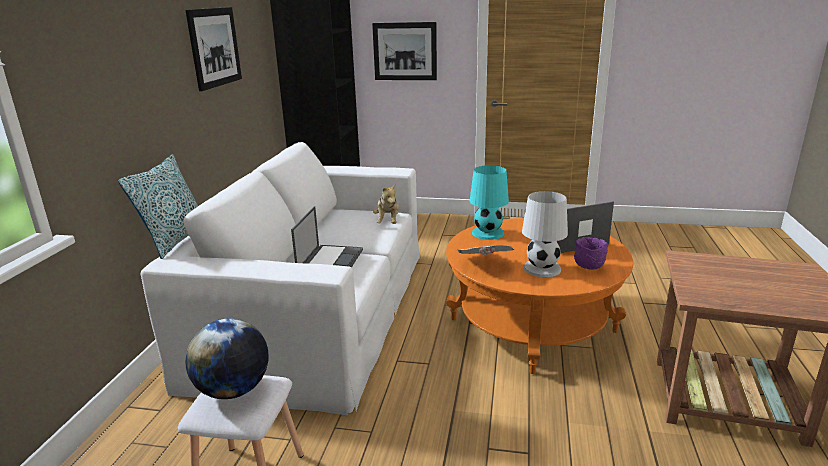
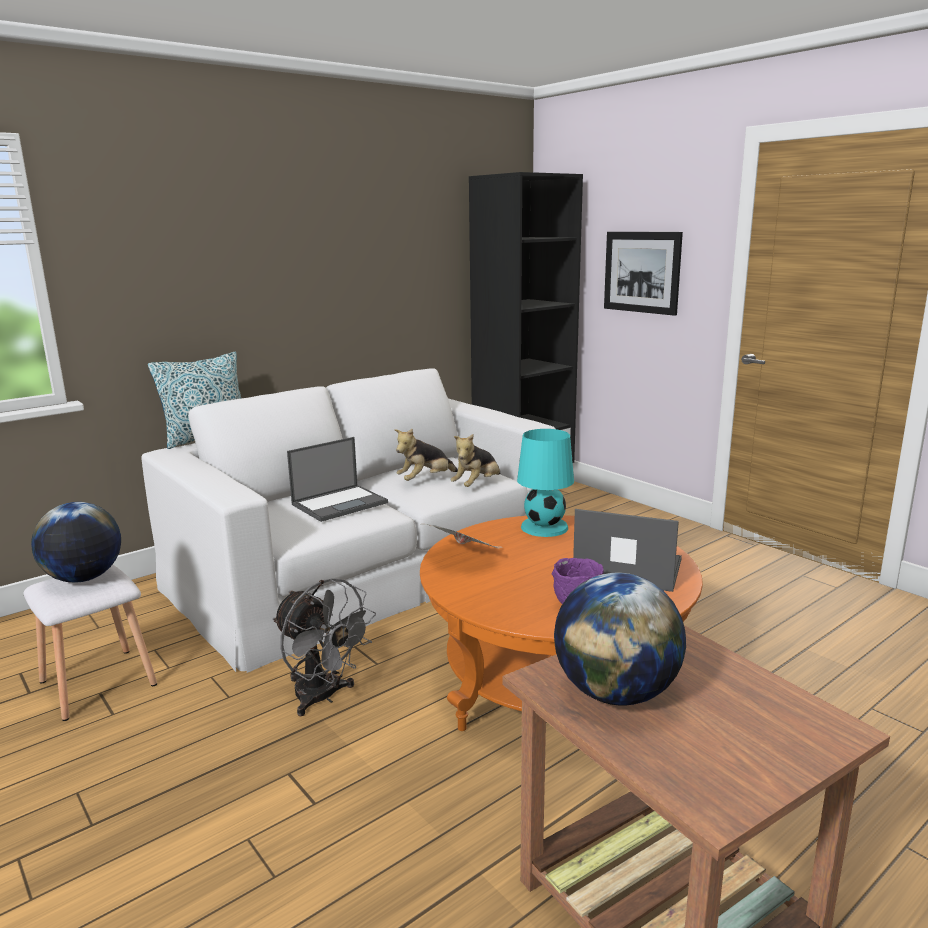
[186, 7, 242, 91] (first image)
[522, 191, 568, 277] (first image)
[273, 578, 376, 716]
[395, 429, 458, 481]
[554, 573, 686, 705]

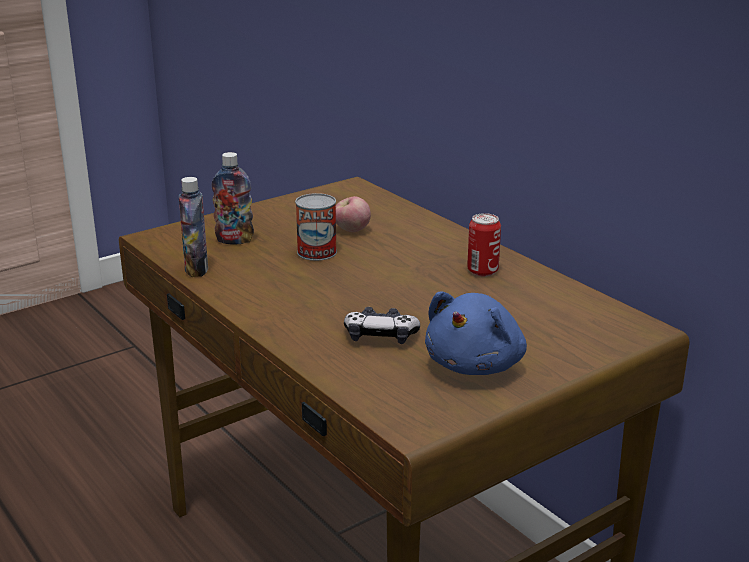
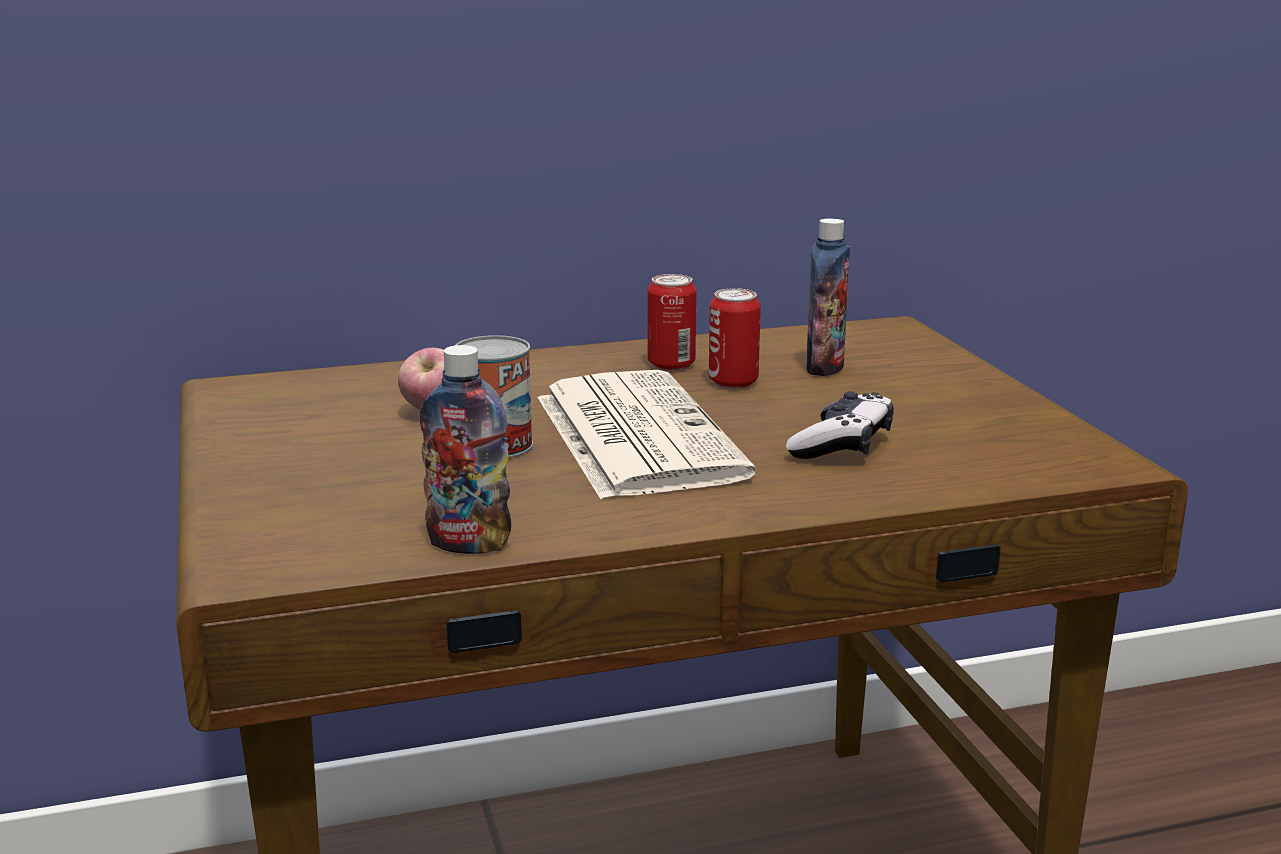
[425, 291, 527, 375] (first image)
[537, 370, 756, 499]
[709, 288, 761, 389]
[806, 219, 850, 376]

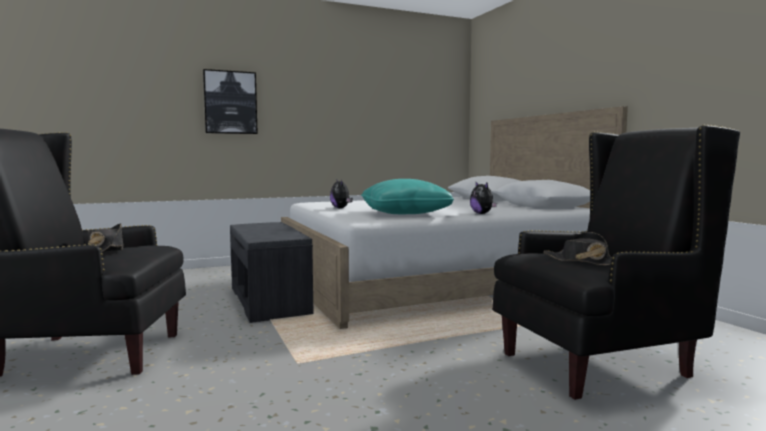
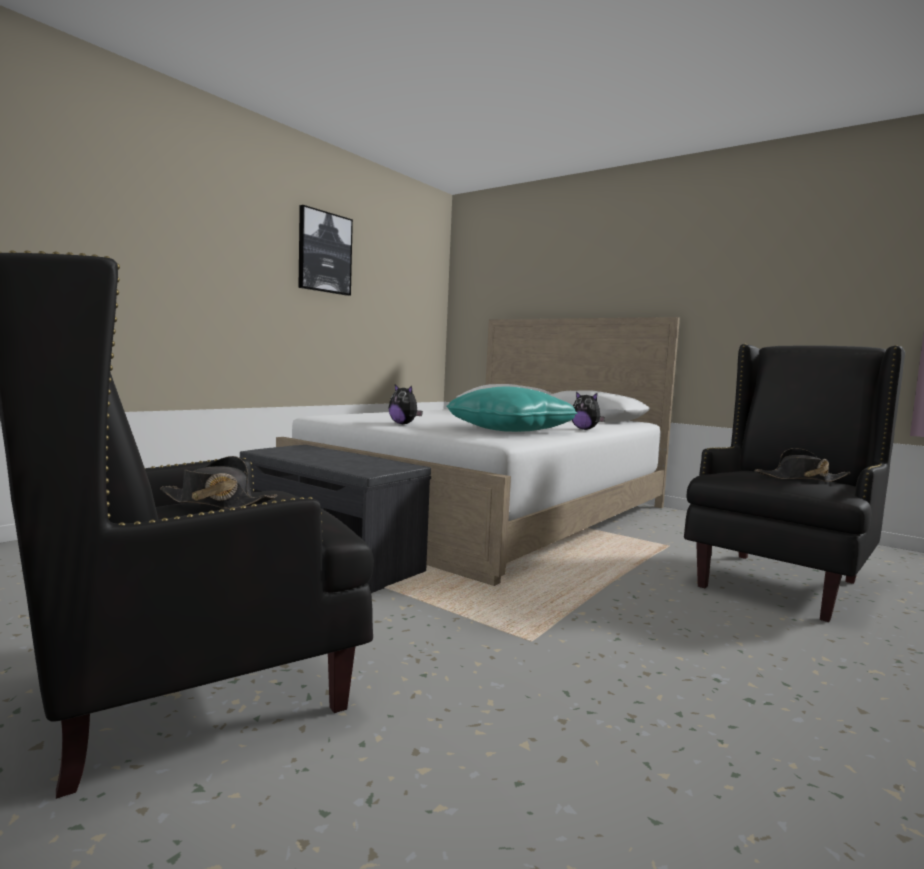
[298, 205, 353, 296]

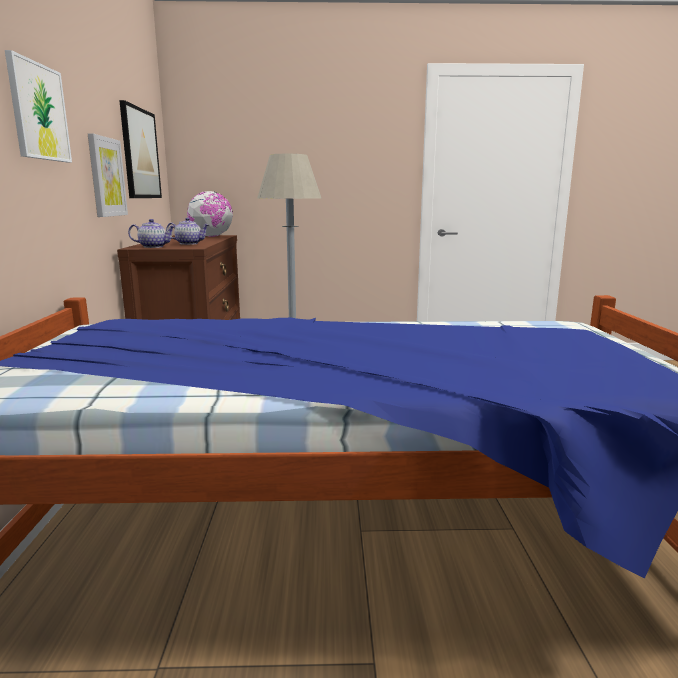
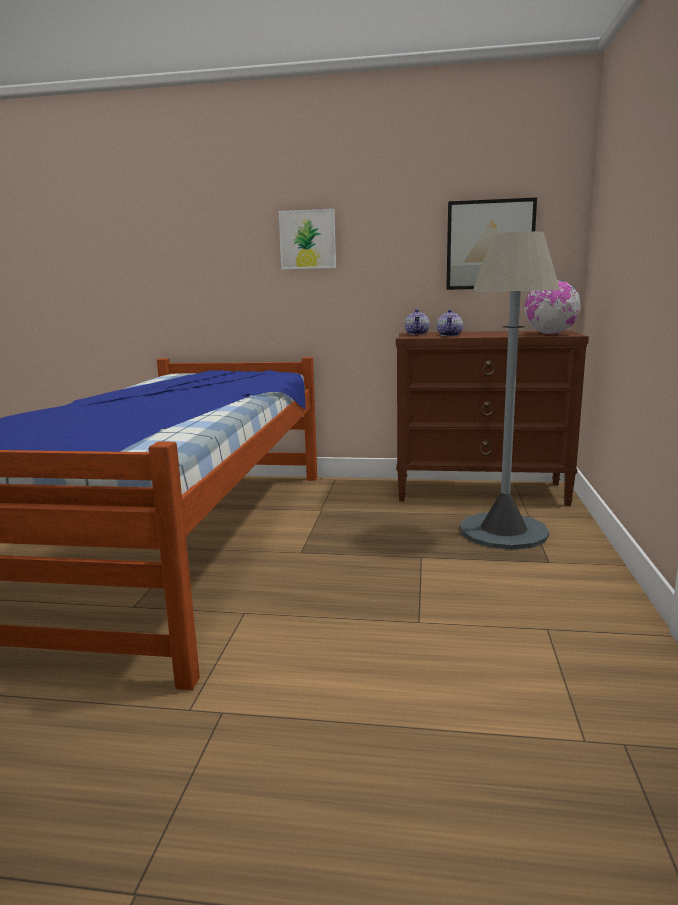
[88, 133, 128, 217] (first image)

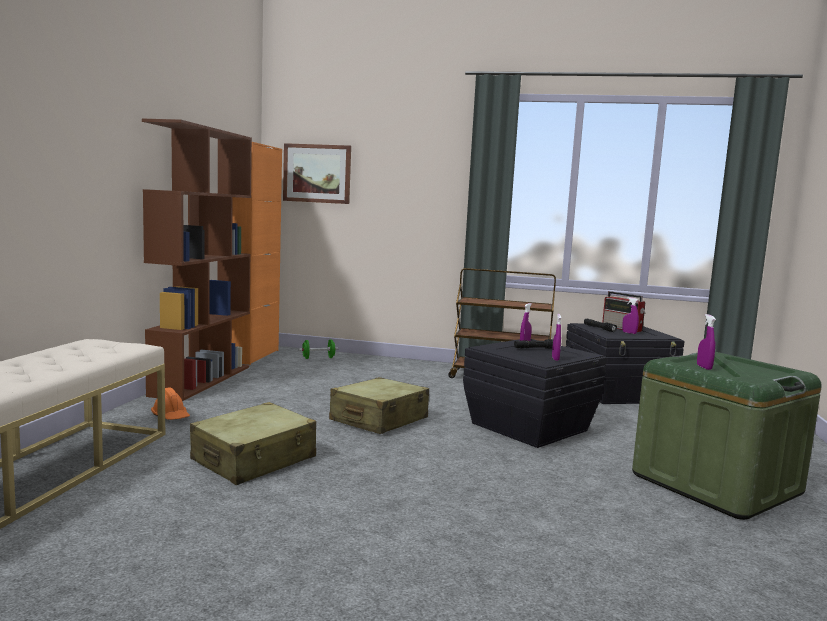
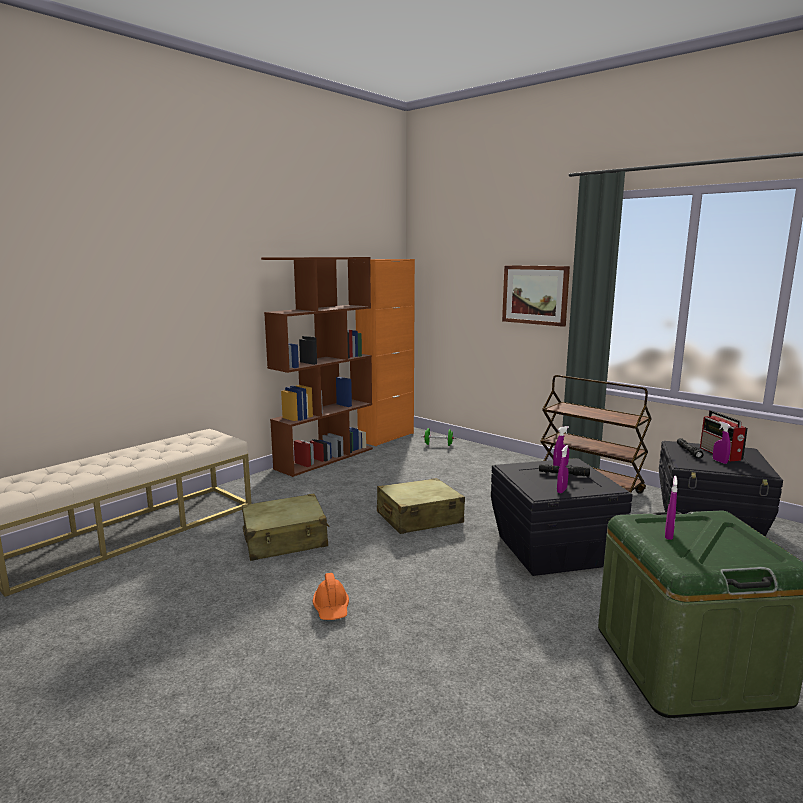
[313, 573, 349, 620]
[502, 265, 570, 327]

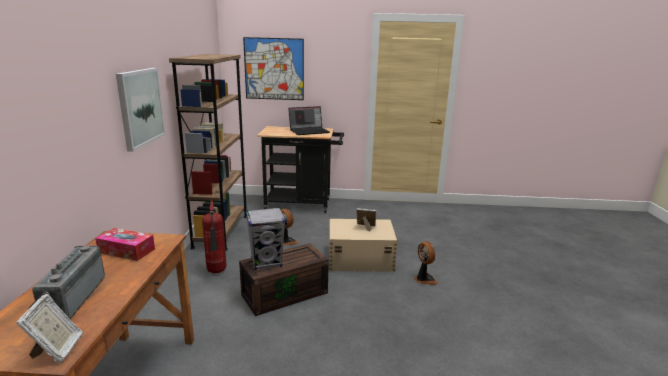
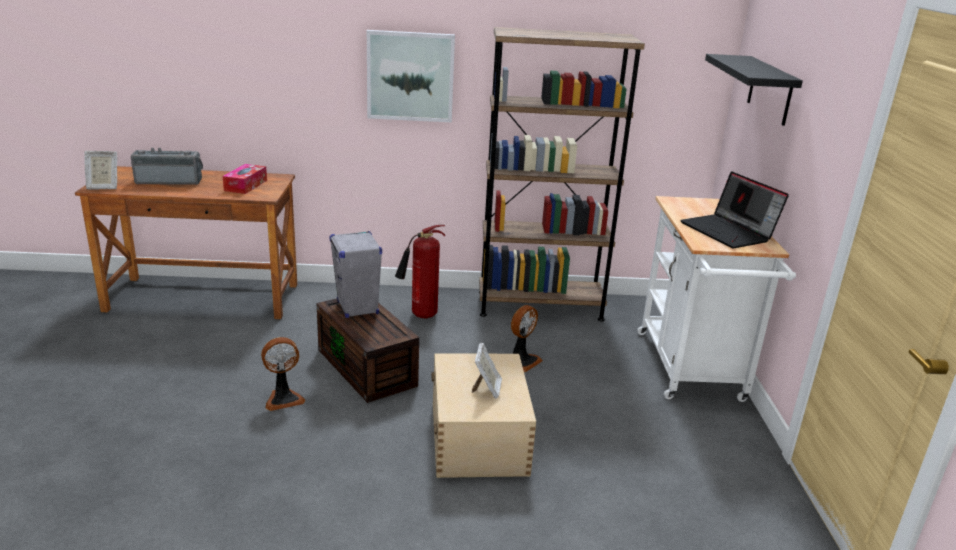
[261, 337, 305, 411]
[705, 54, 803, 126]
[637, 196, 796, 402]

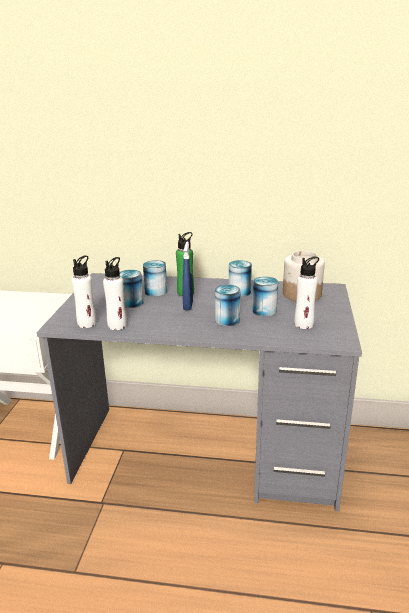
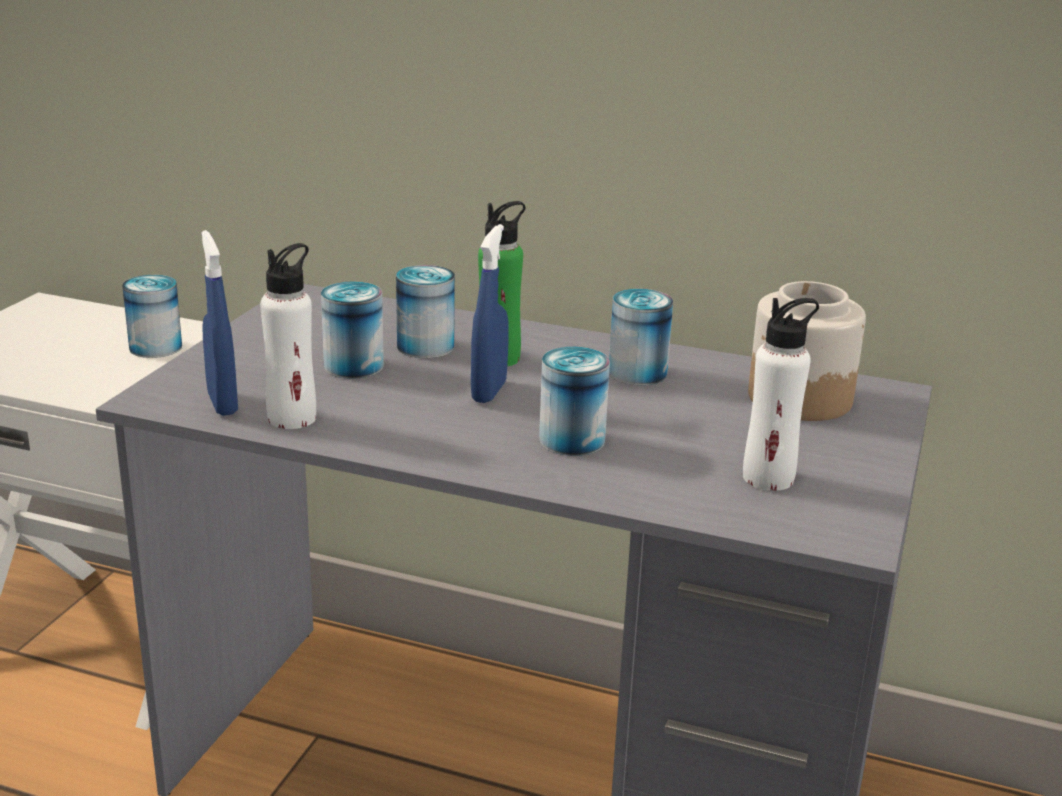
[122, 275, 182, 358]
[202, 230, 238, 416]

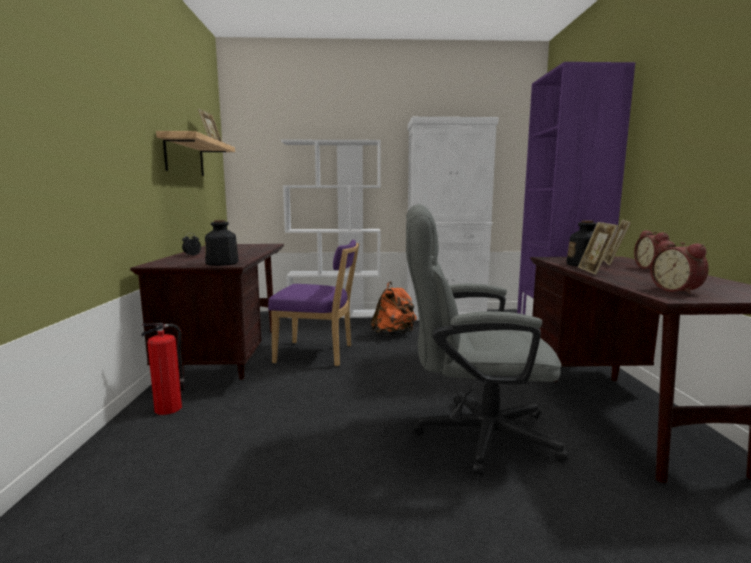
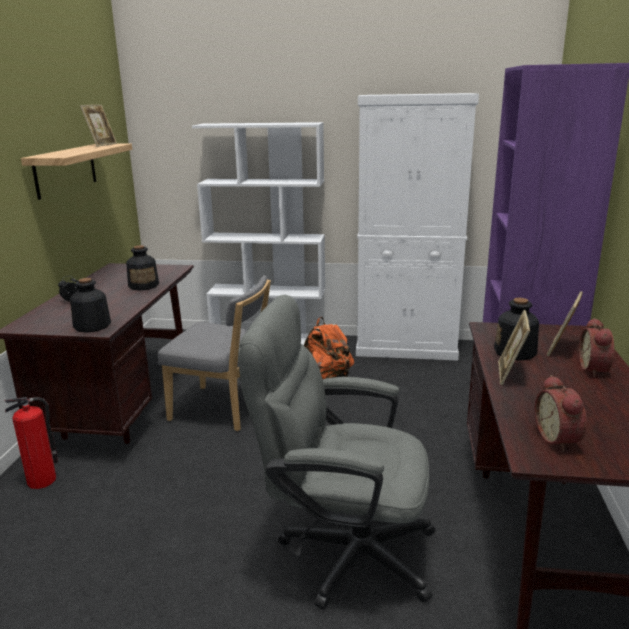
[126, 245, 159, 291]
[158, 275, 271, 431]

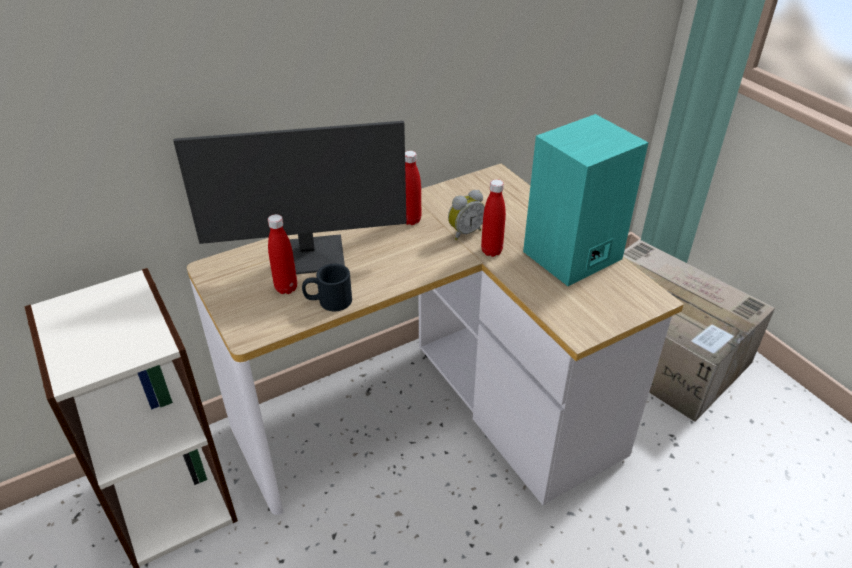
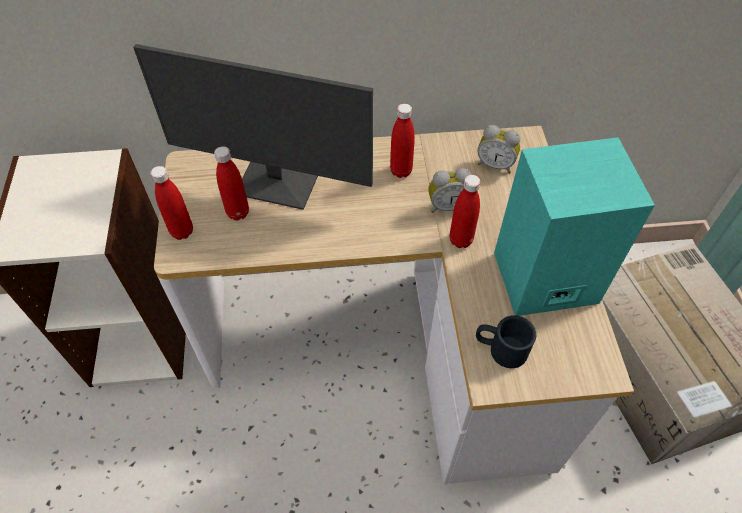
[151, 166, 193, 240]
[478, 125, 520, 174]
[476, 315, 536, 368]

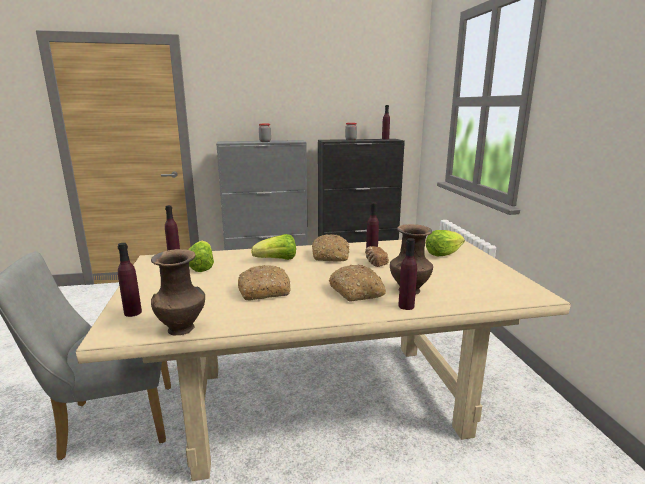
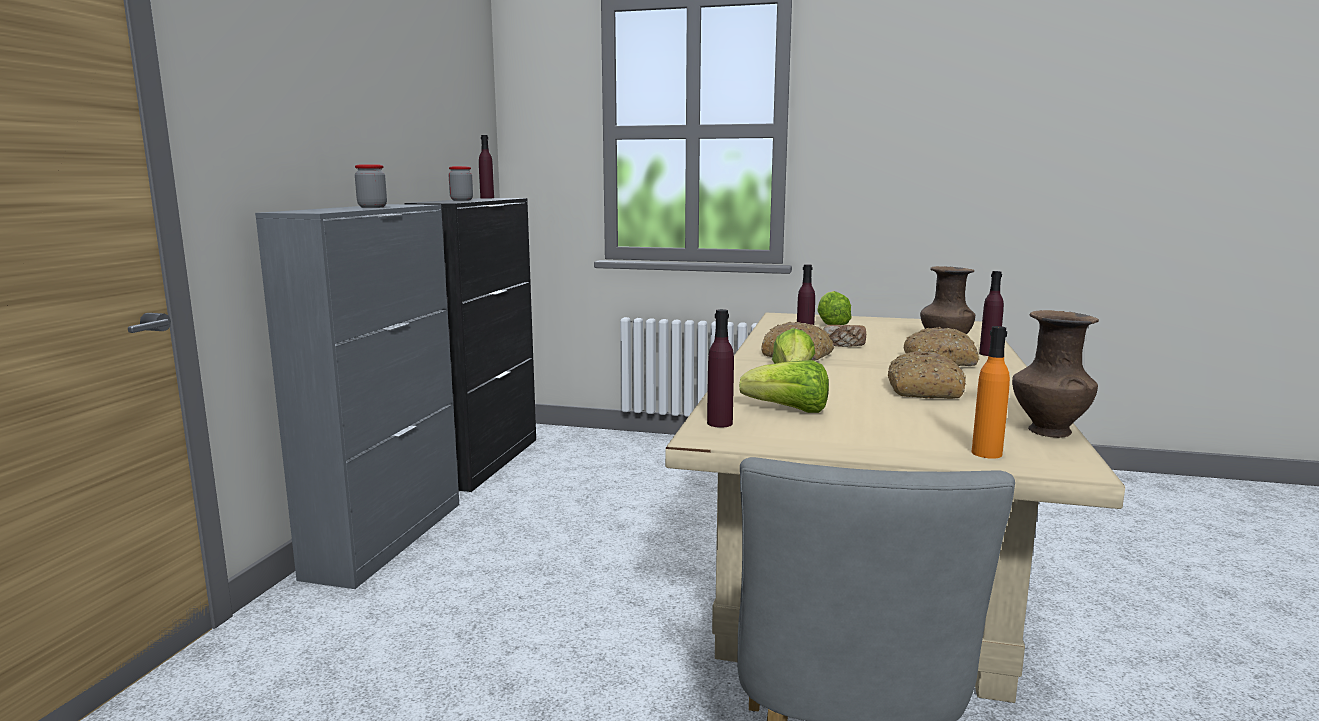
[972, 326, 1010, 459]

